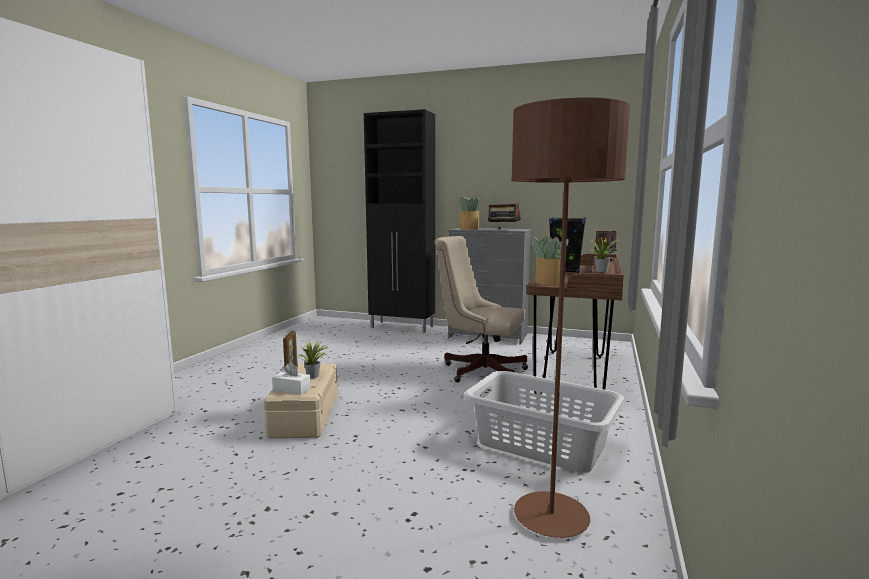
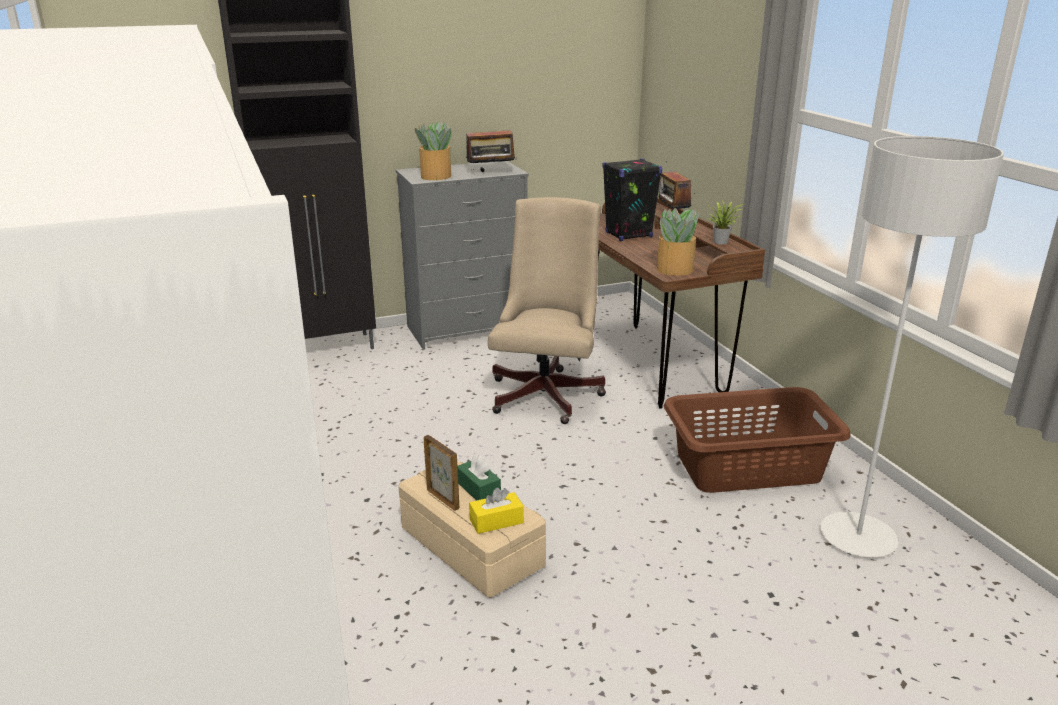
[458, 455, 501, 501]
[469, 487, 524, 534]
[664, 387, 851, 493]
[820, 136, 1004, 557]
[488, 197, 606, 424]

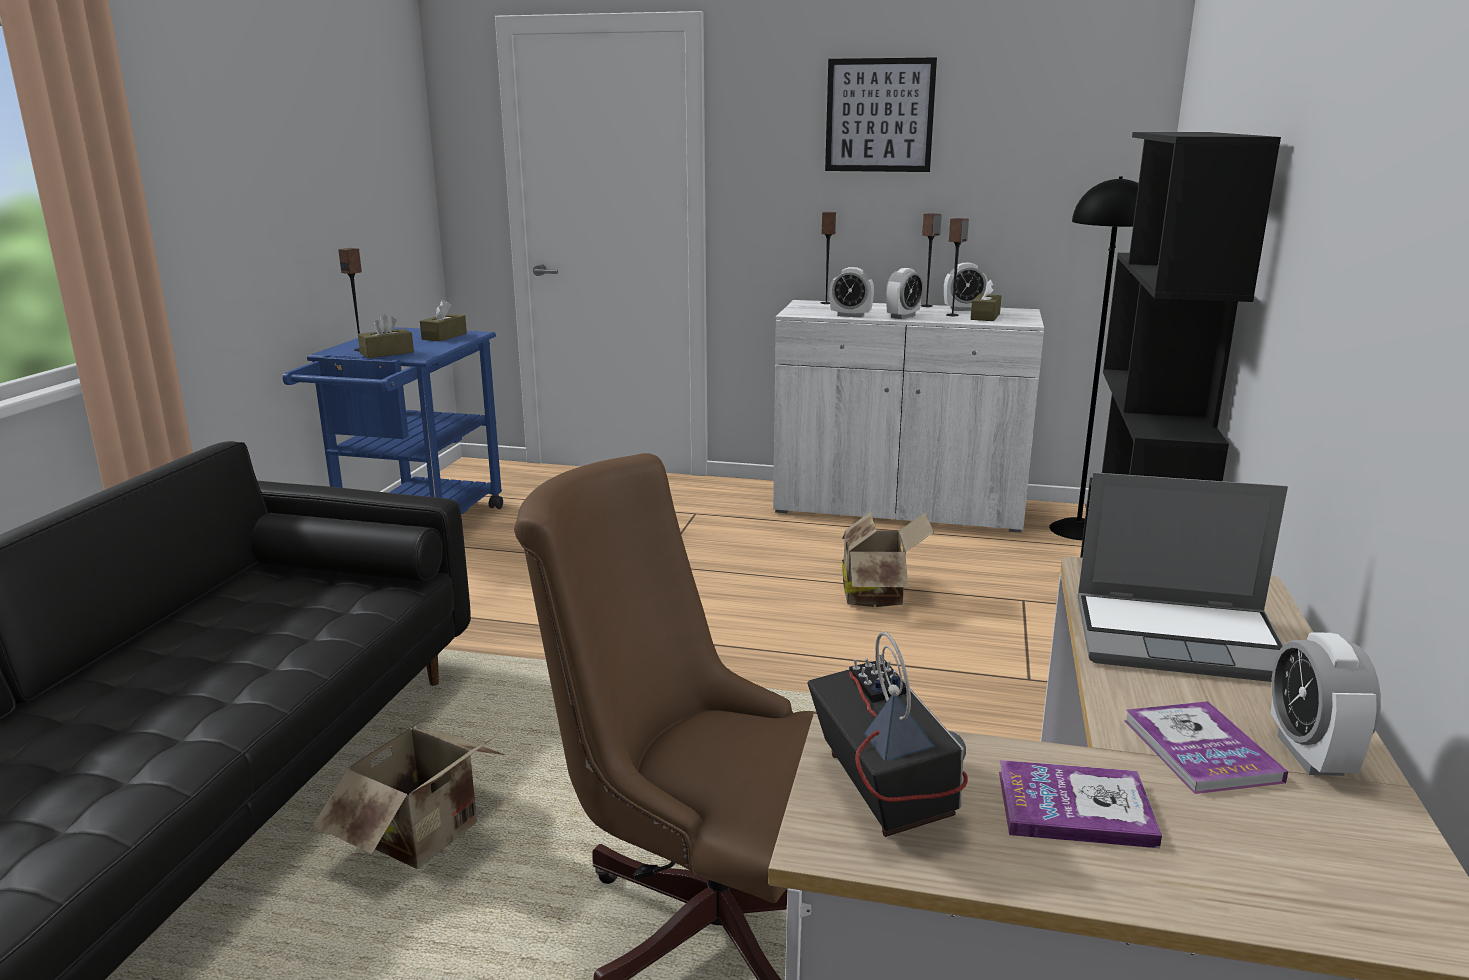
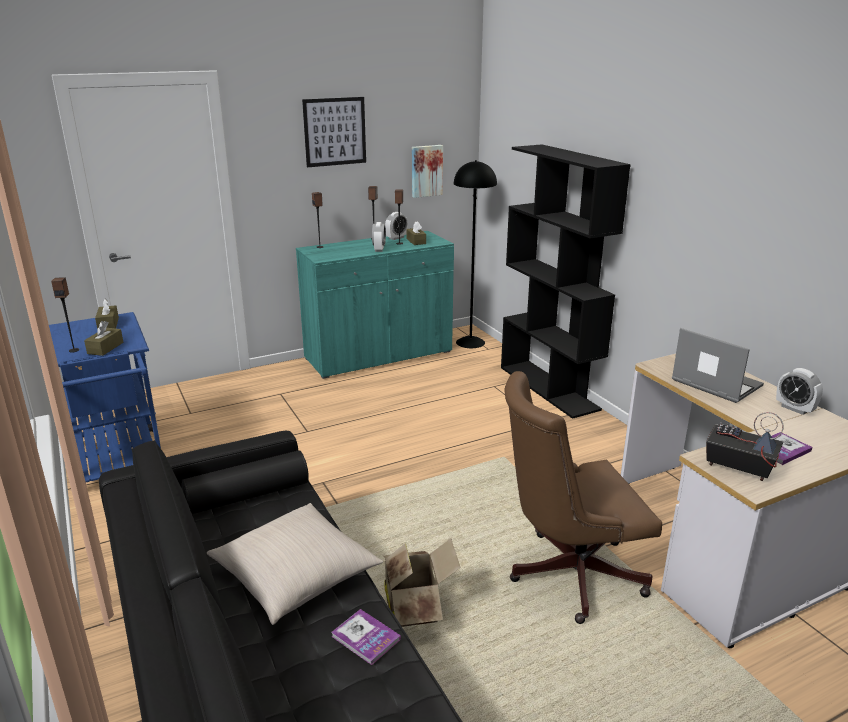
[829, 267, 874, 318] (first image)
[842, 512, 934, 607] (first image)
[207, 503, 383, 625]
[412, 145, 443, 198]
[331, 609, 401, 665]
[296, 231, 454, 379]
[672, 328, 764, 403]

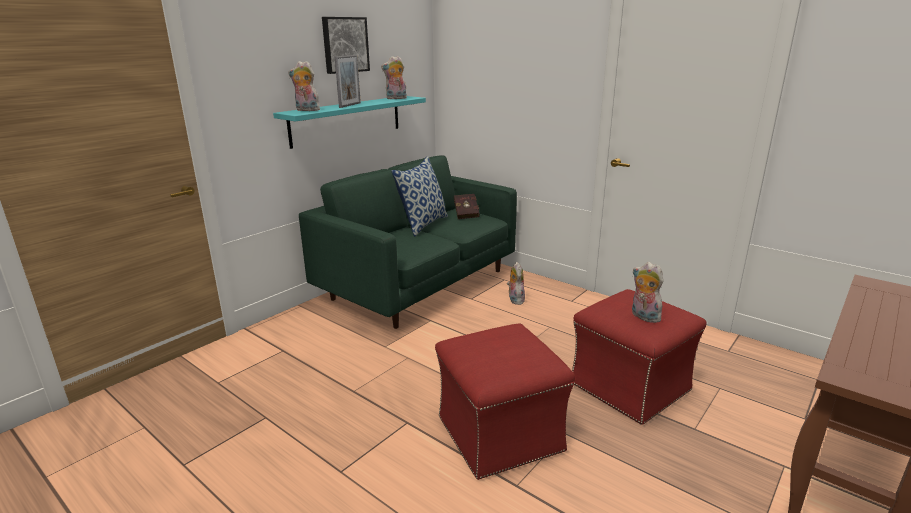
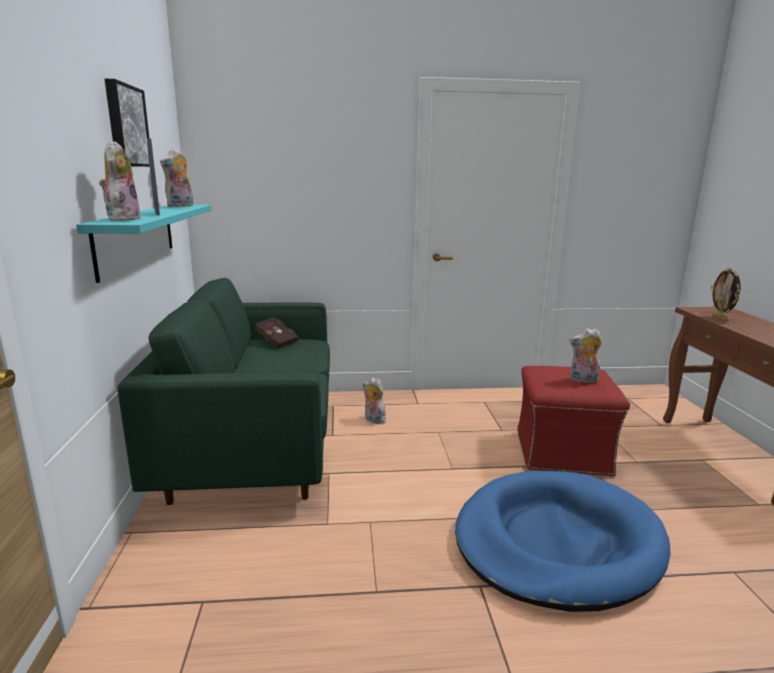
[391, 156, 448, 236] (first image)
[711, 267, 741, 321]
[455, 471, 670, 612]
[99, 140, 141, 221]

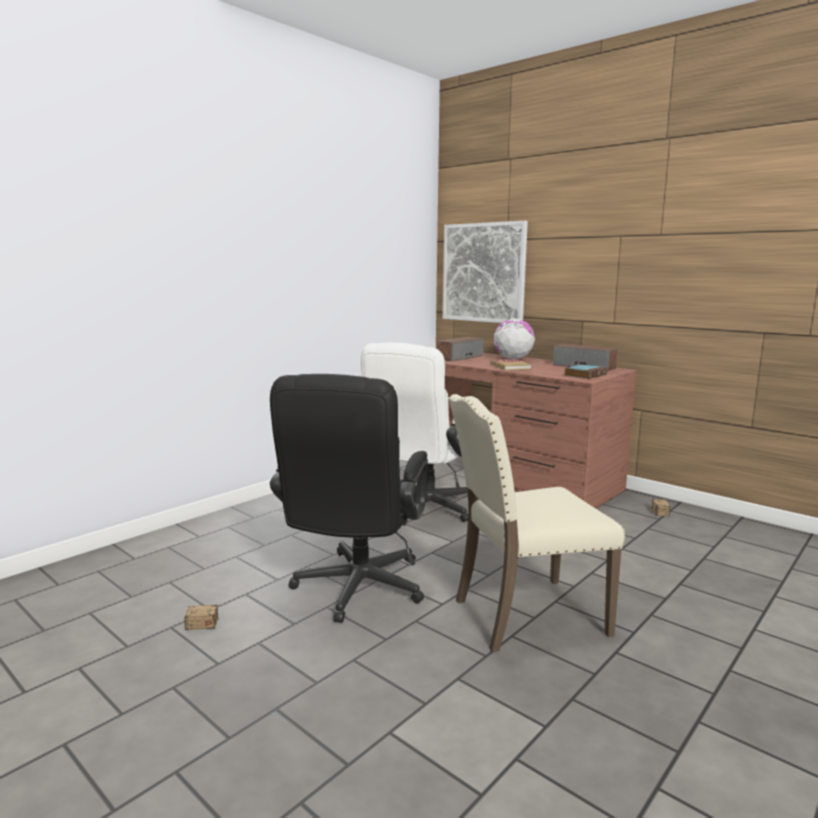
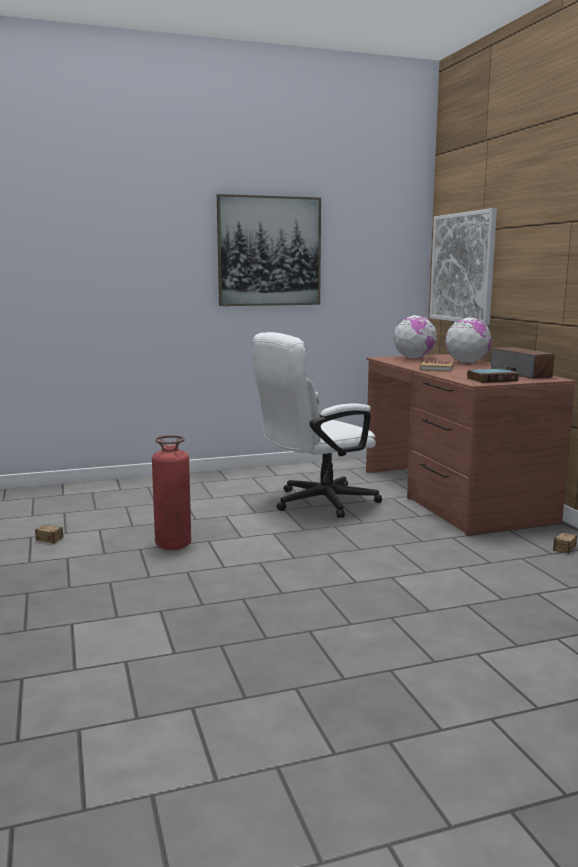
[448, 394, 625, 652] (first image)
[217, 194, 321, 306]
[152, 435, 191, 550]
[393, 315, 437, 359]

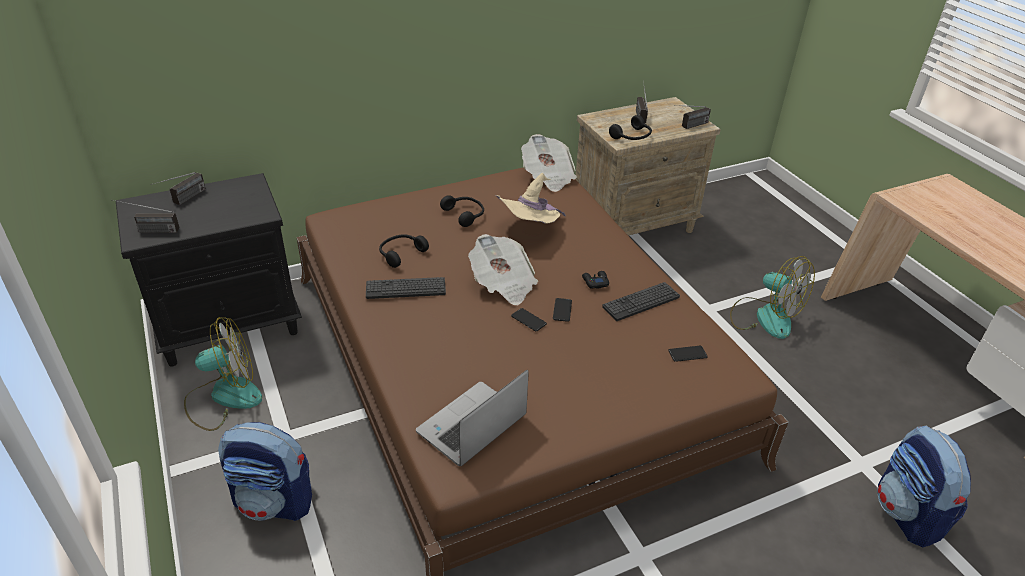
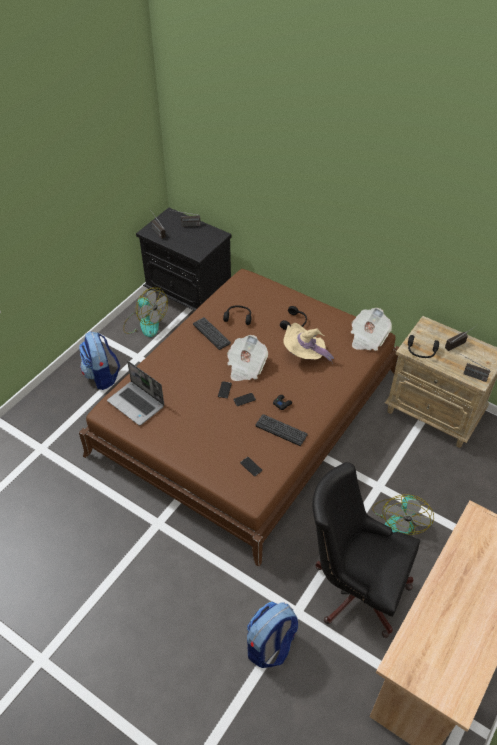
[312, 462, 420, 638]
[107, 360, 164, 426]

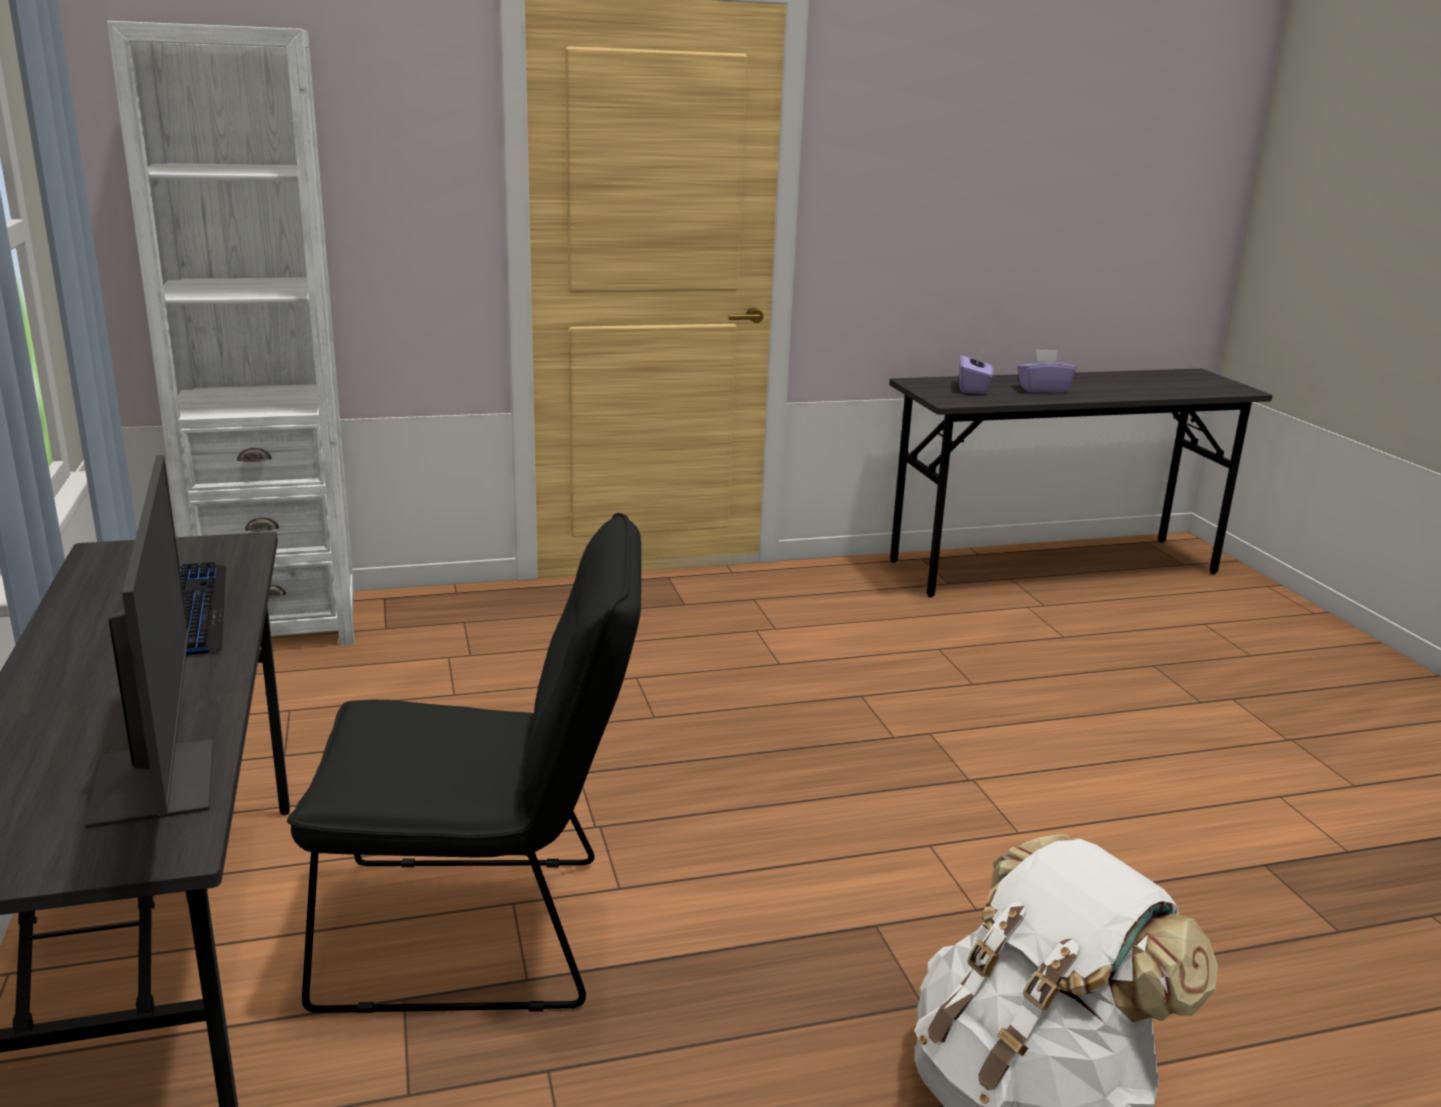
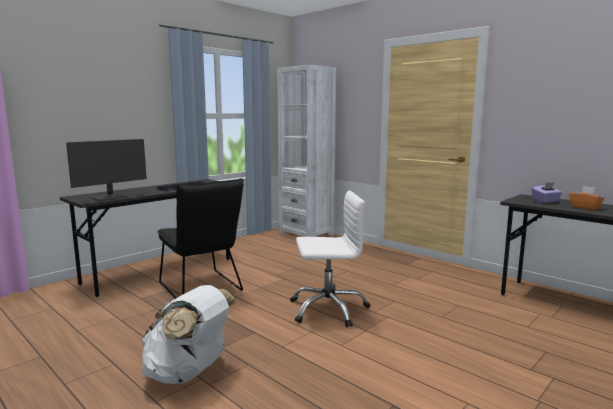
[290, 190, 370, 327]
[569, 186, 604, 210]

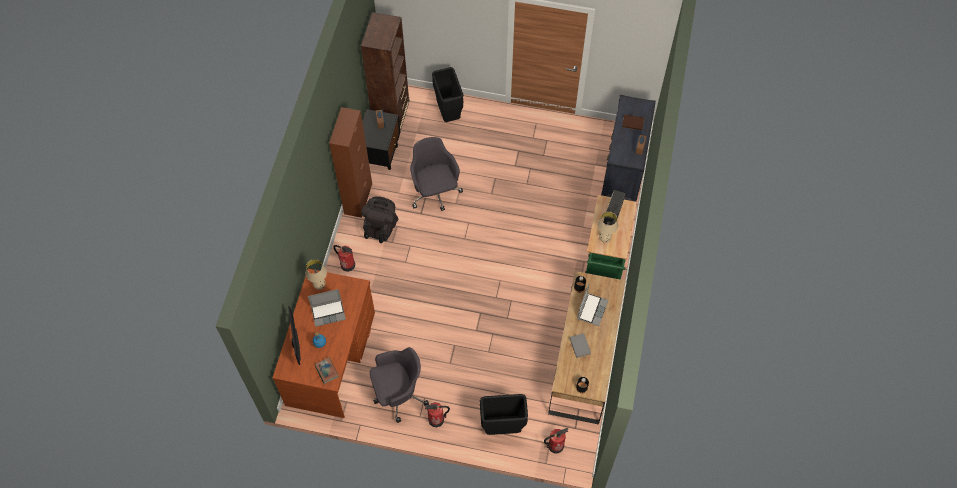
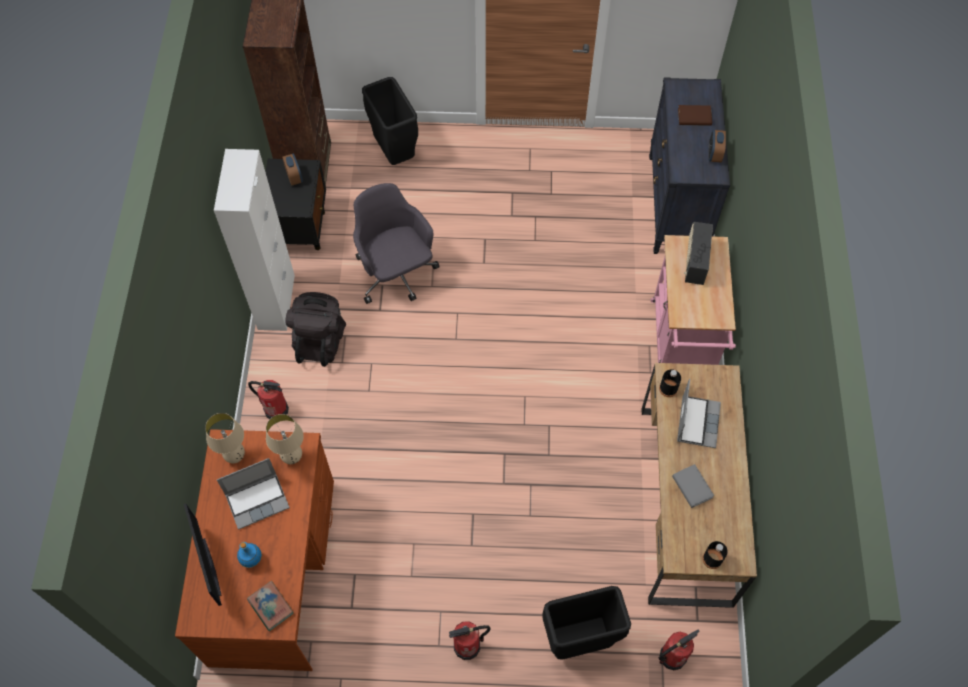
[370, 347, 429, 423] (first image)
[266, 414, 304, 464]
[214, 149, 295, 331]
[650, 235, 736, 365]

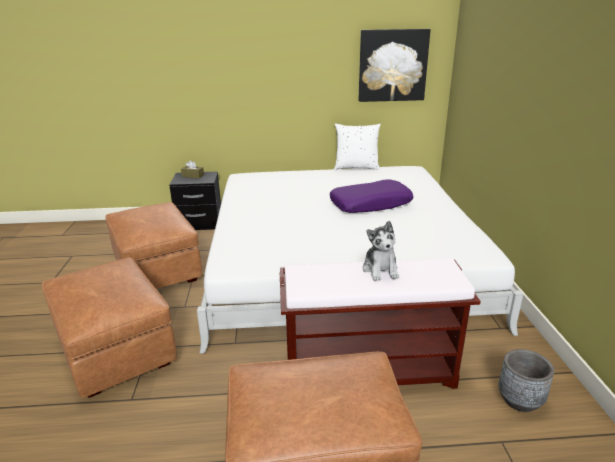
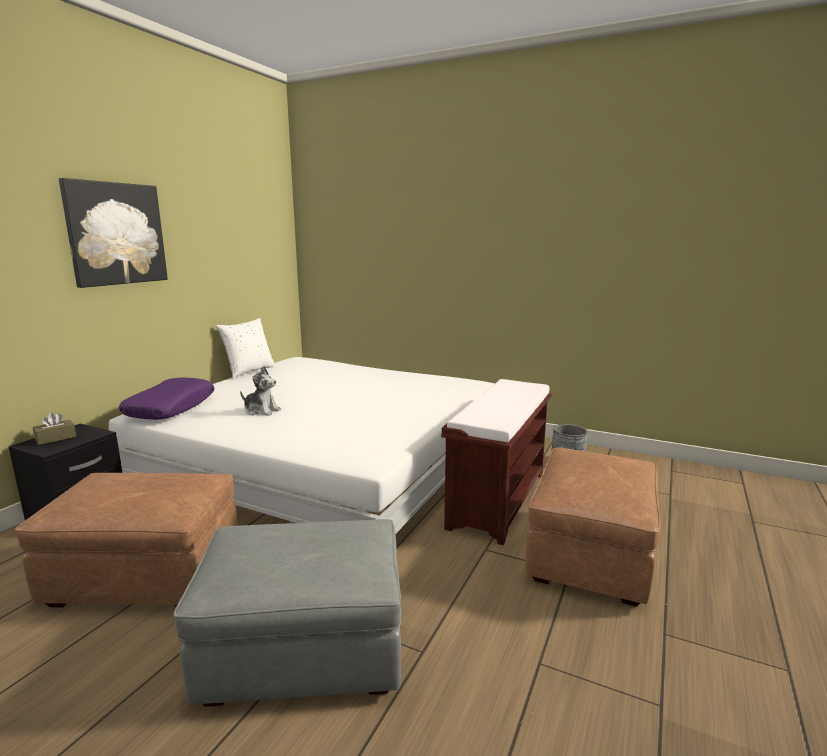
[119, 377, 214, 420]
[59, 178, 168, 288]
[240, 366, 281, 416]
[173, 519, 402, 707]

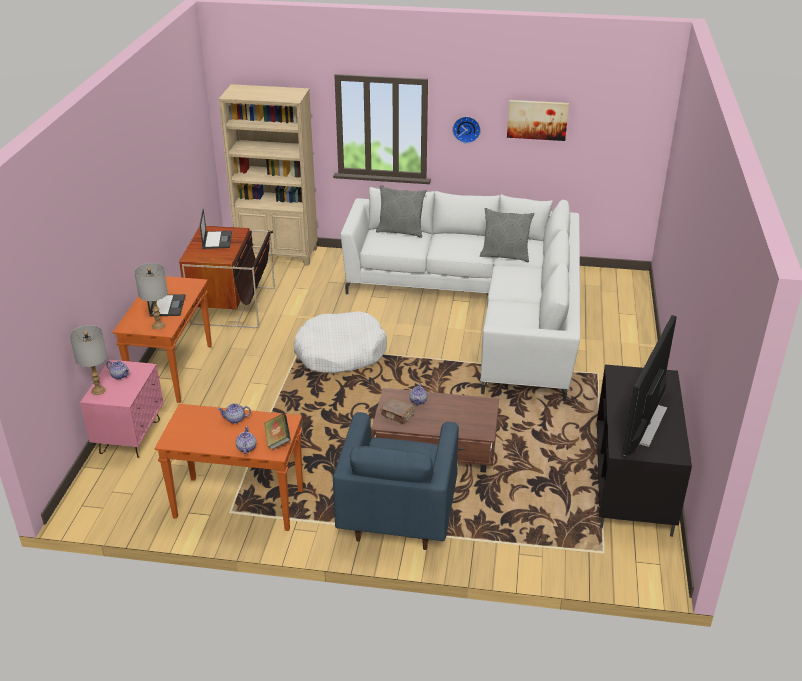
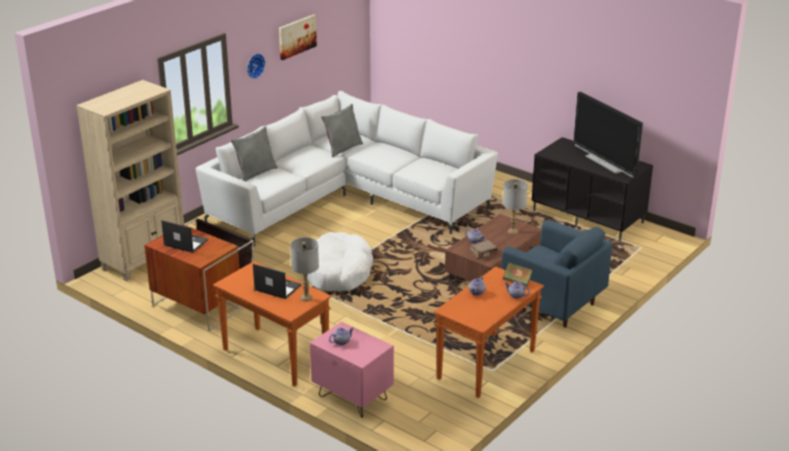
[503, 179, 528, 234]

